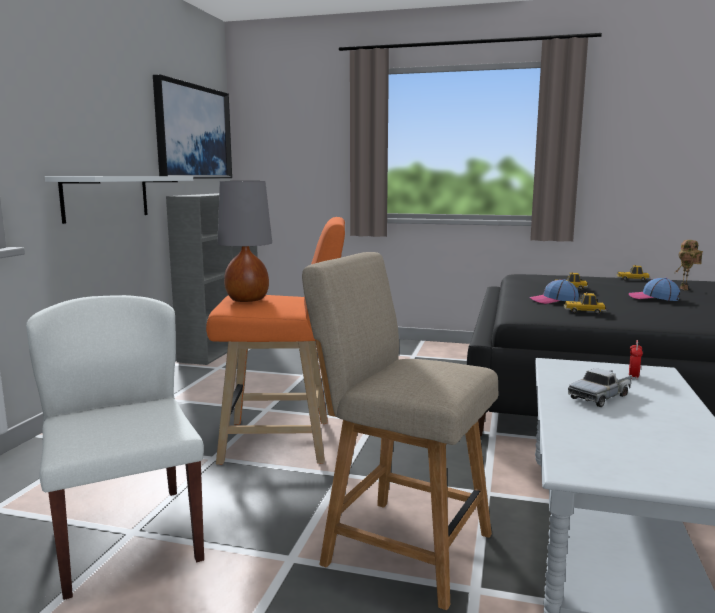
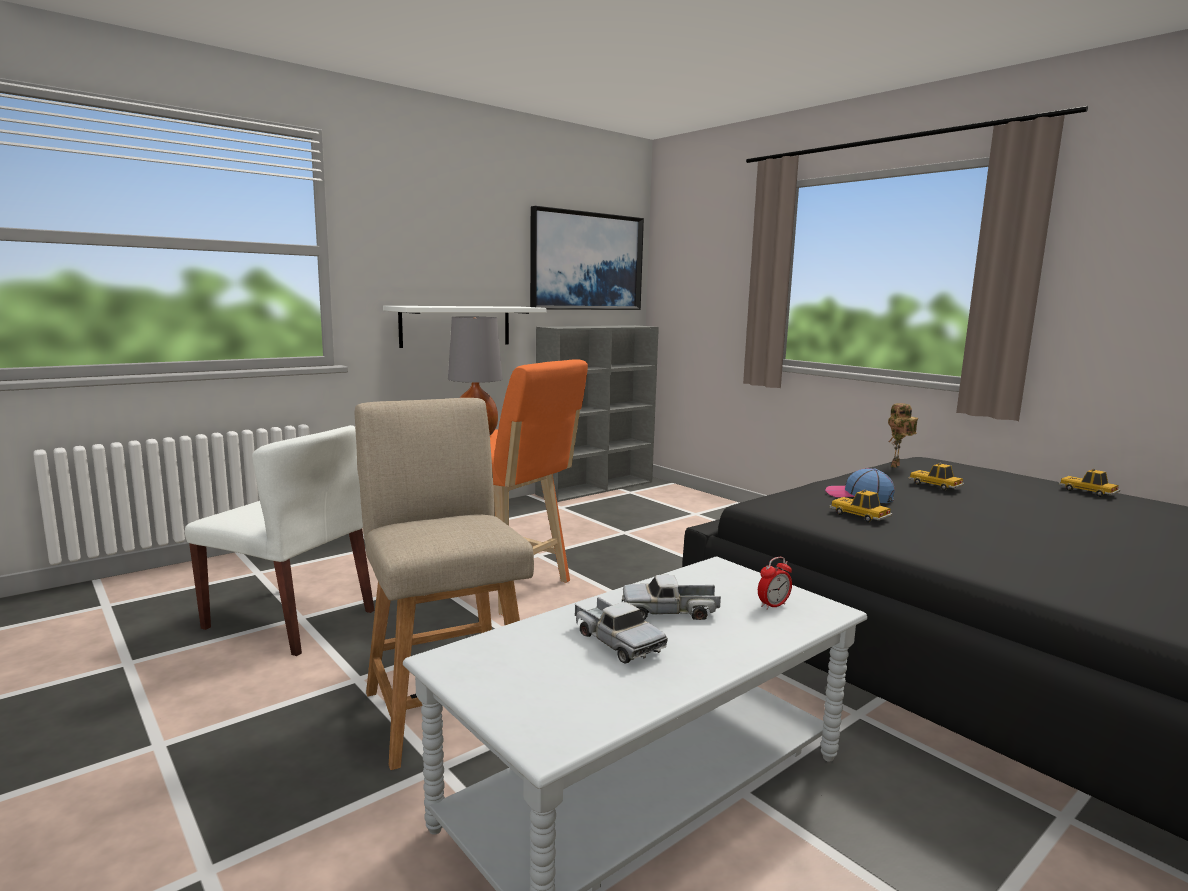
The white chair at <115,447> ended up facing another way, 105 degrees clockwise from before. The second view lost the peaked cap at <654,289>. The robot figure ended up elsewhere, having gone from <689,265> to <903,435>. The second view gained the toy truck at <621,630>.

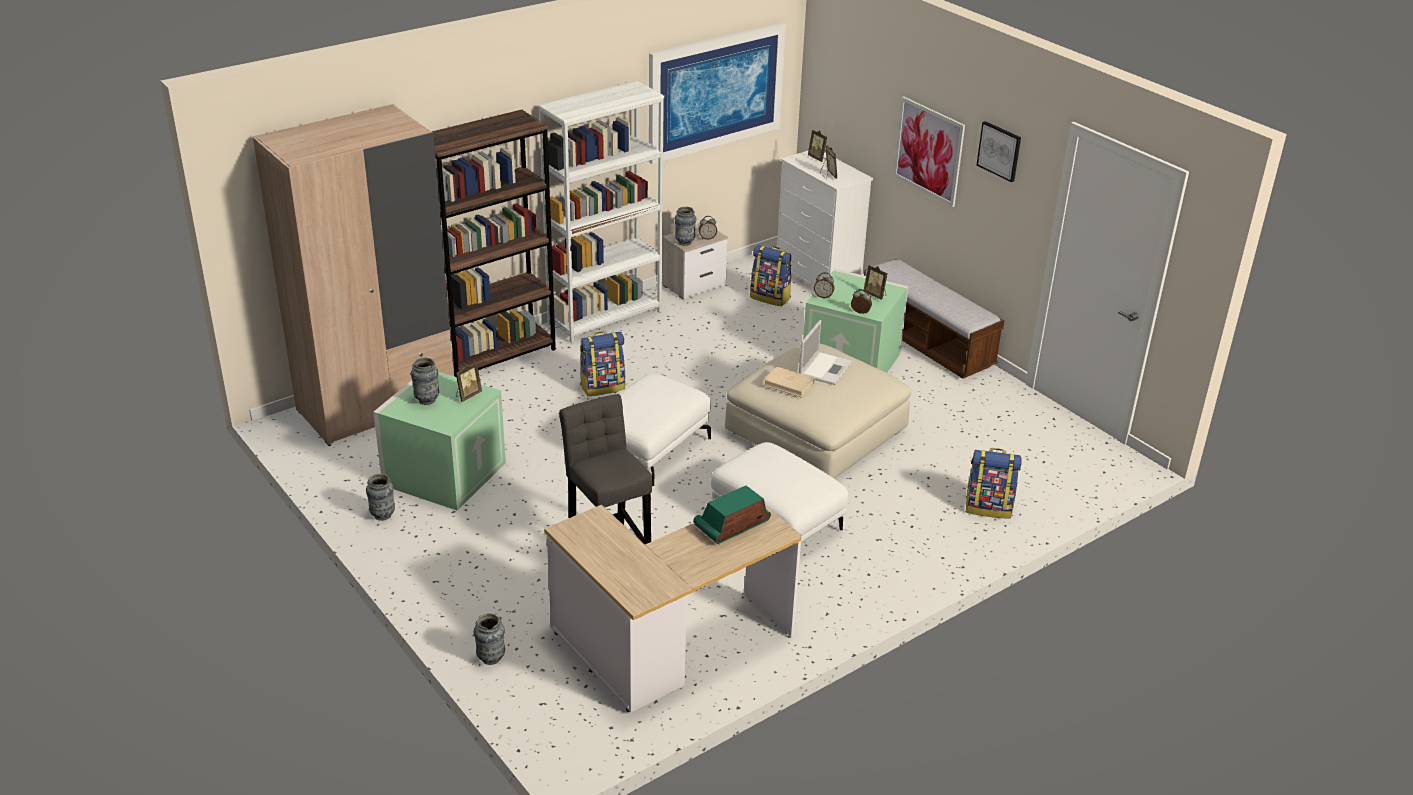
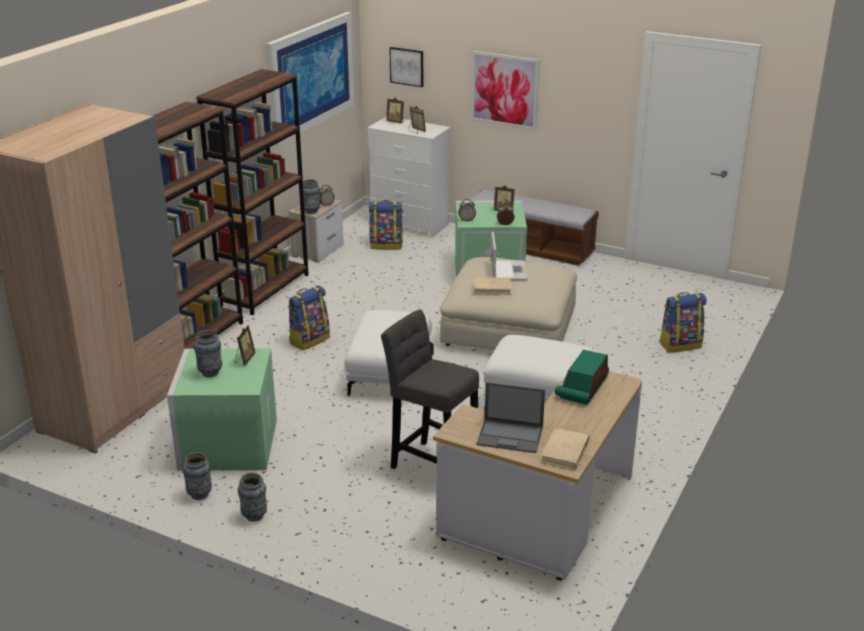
The flower vase ended up elsewhere, having gone from <489,639> to <252,497>. What was the white bookcase at <601,212> turned into the brown-coloured bookcase at <252,192>. The wall art ended up elsewhere, having gone from <999,151> to <406,67>. The second view gained the laptop at <510,417>. The second view gained the sand-coloured volume at <564,449>.

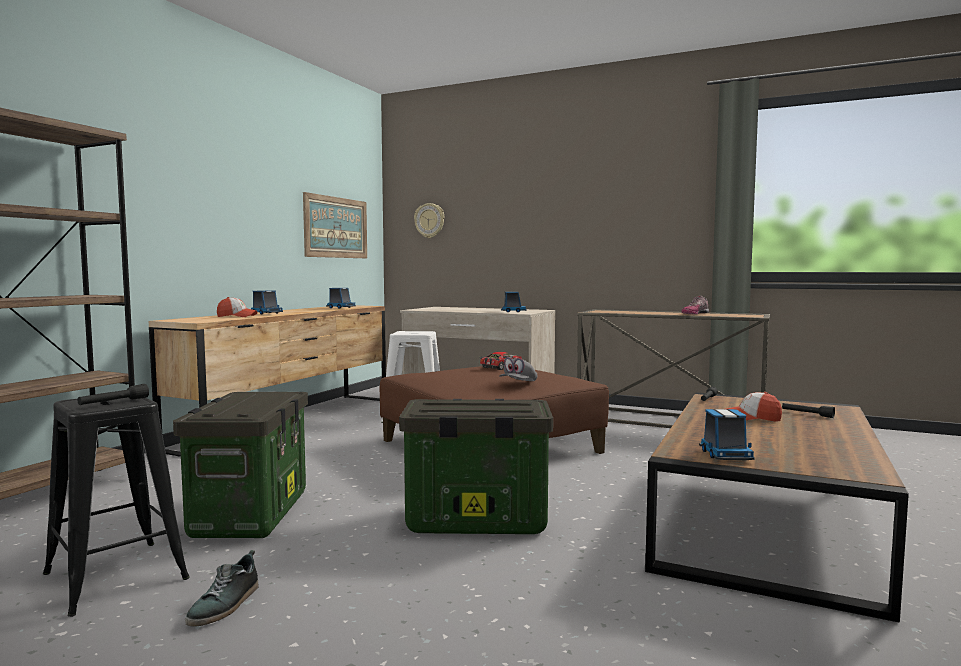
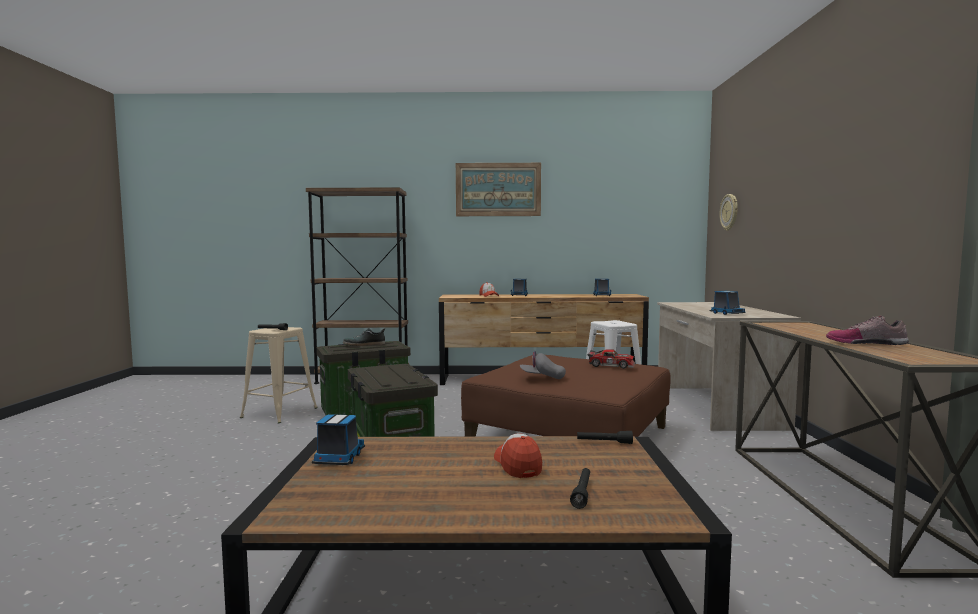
What was the black-coloured stool seat at <116,507> turned into the sand-coloured stool seat at <279,375>. The item of footwear ended up elsewhere, having gone from <222,588> to <364,337>. The wall art ended up elsewhere, having gone from <335,225> to <498,189>. The toy truck at <727,434> ended up facing another way, 120 degrees clockwise from before.

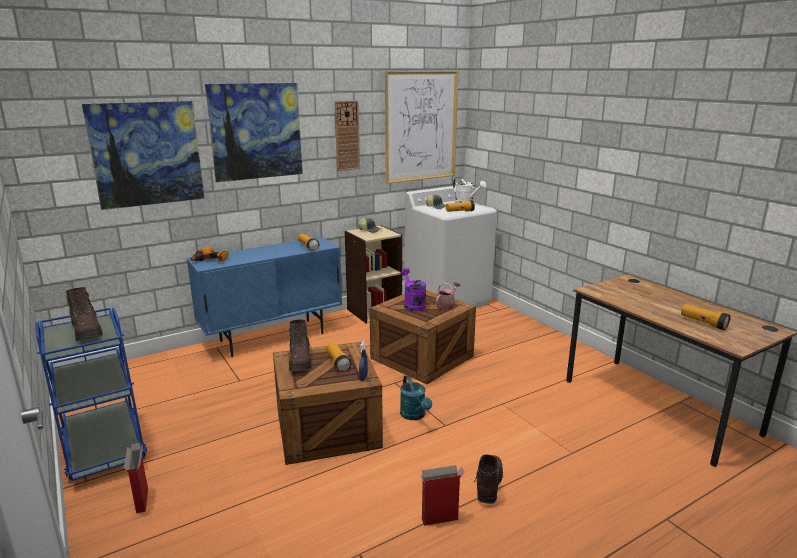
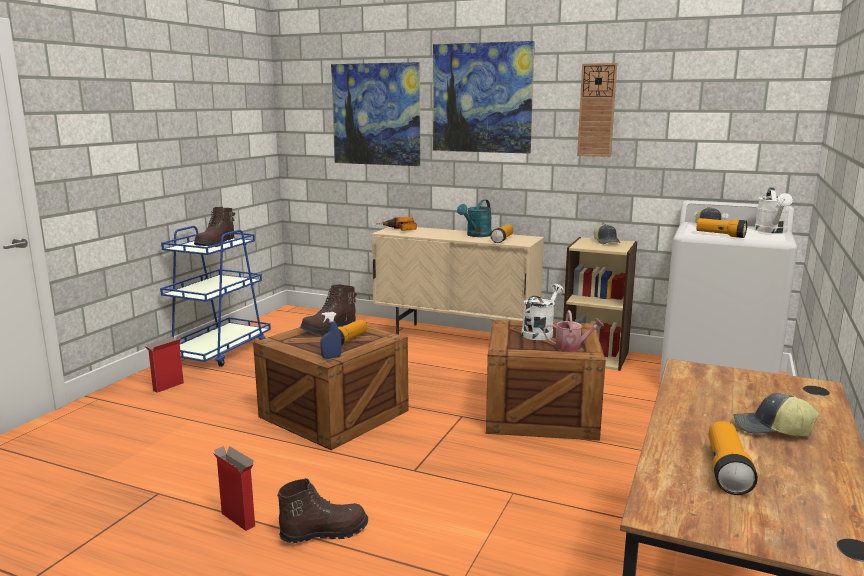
What was the blue cabinet at <264,297> turned into the sand-coloured cabinet at <457,280>. The second view lost the wall art at <421,127>. The turquoise watering pot ended up elsewhere, having gone from <416,397> to <474,218>. What was the purple watering pot at <413,289> turned into the white watering pot at <542,312>. The second view gained the peaked cap at <776,414>.

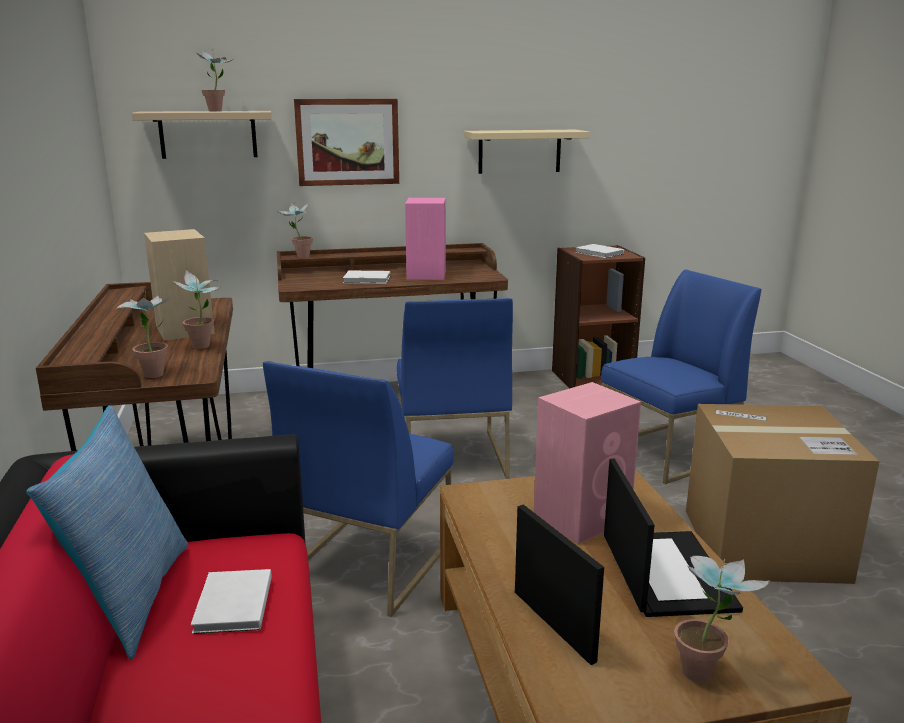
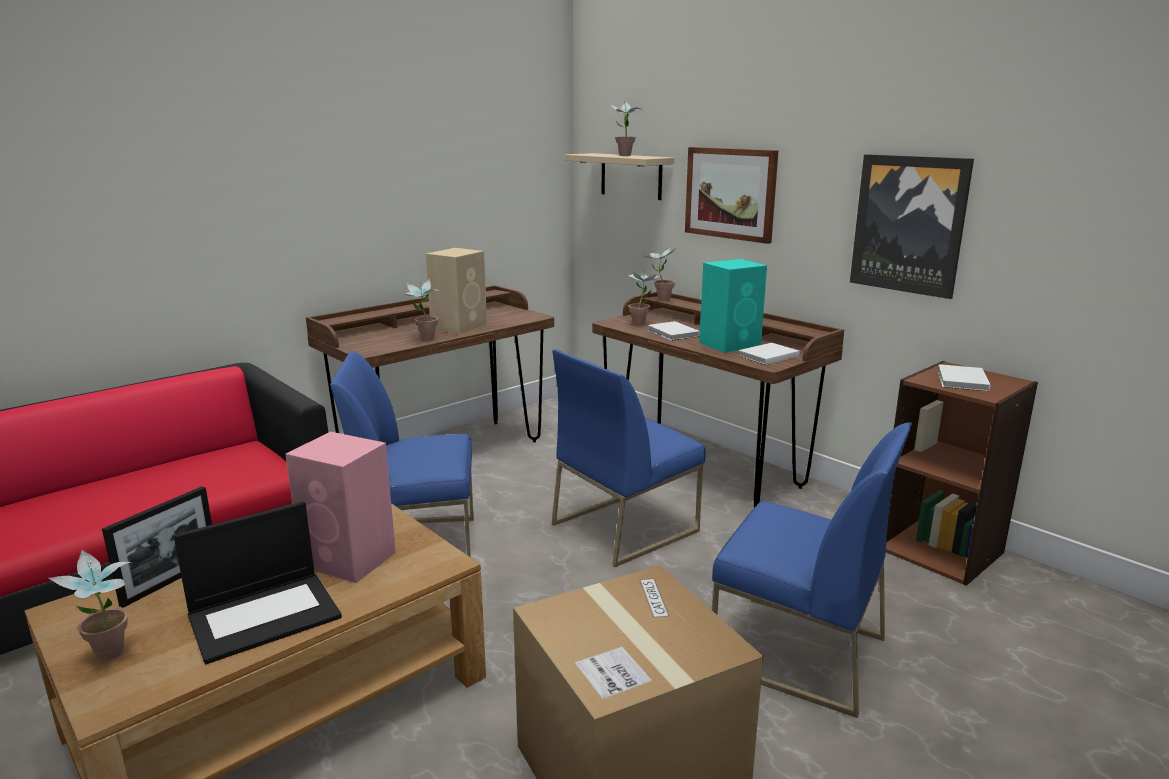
The second view lost the pillow at <107,532>. The plant in a pot ended up elsewhere, having gone from <144,334> to <644,297>. The white volume ended up elsewhere, having gone from <231,601> to <768,354>. What was the pink-coloured speaker at <425,239> turned into the turquoise speaker at <733,306>. Where the sand-coloured bracket shelf hung at <527,152>, the wall art came to hang at <912,226>.

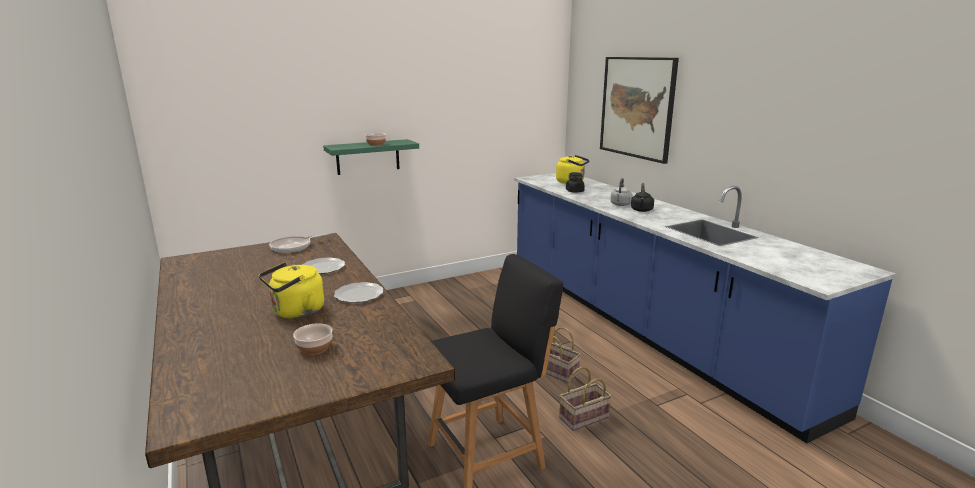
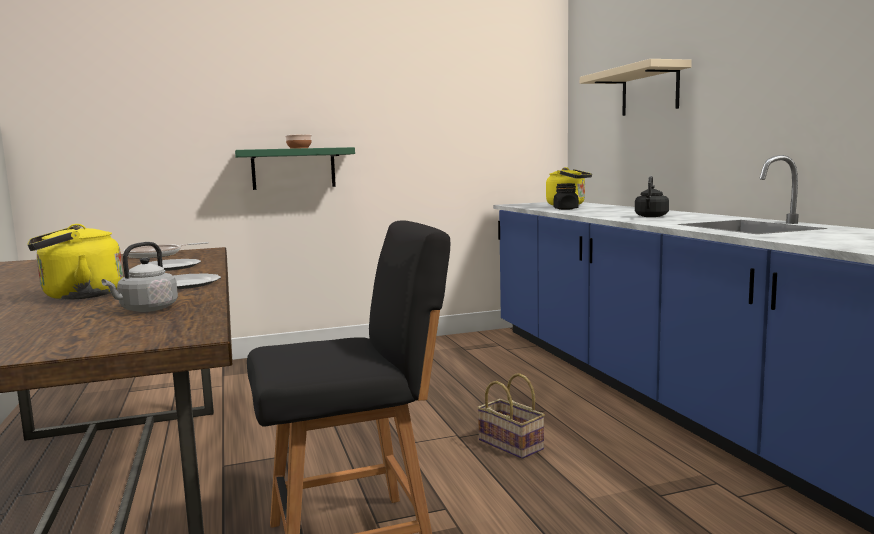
The second view lost the serving bowl at <313,339>. The second view lost the storage basket at <585,399>. Where the wall art hung at <639,110>, the sand-coloured bracket shelf came to hang at <636,87>. The gray water kettle ended up elsewhere, having gone from <621,192> to <139,277>.

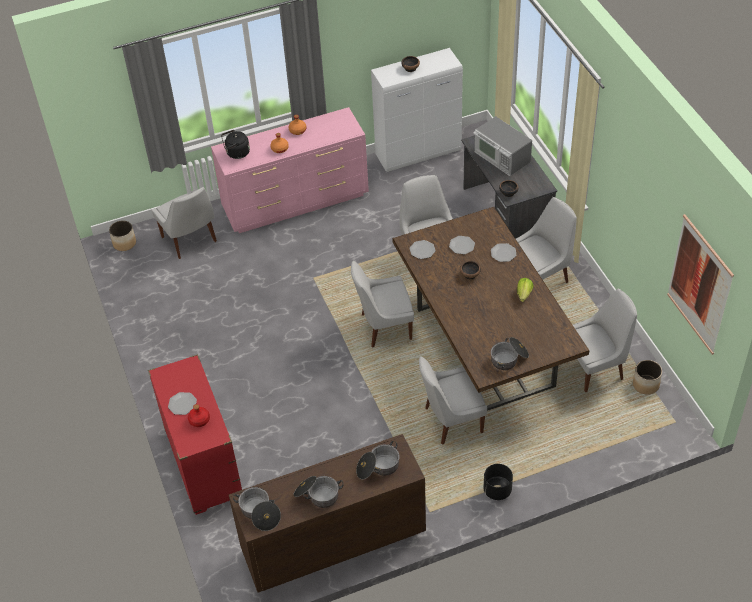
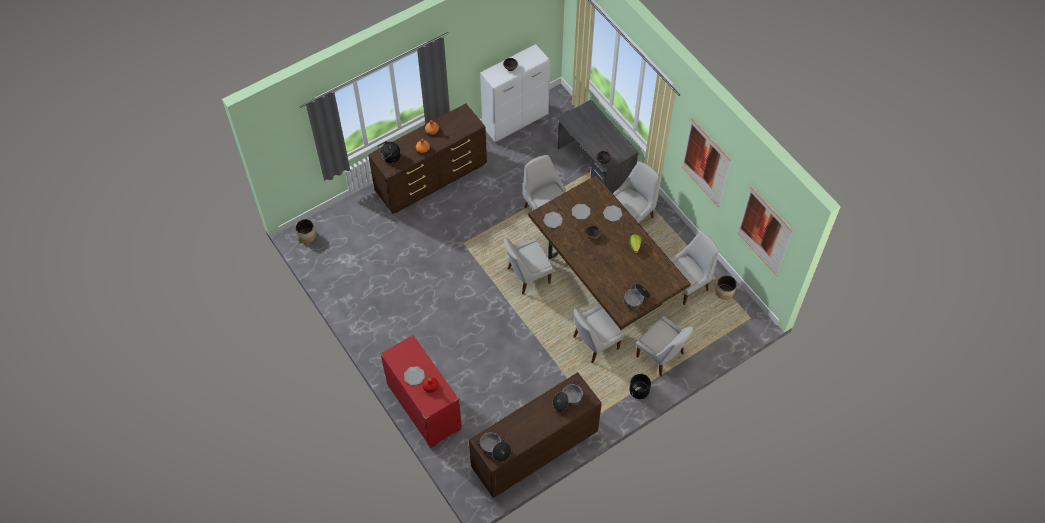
The white chair ended up elsewhere, having gone from <184,223> to <664,346>. What was the pink-coloured chest of drawers at <290,170> turned into the brown-coloured chest of drawers at <427,159>. The second view lost the stockpot at <318,492>. The second view lost the microwave oven at <502,146>. The second view gained the wall art at <707,162>.

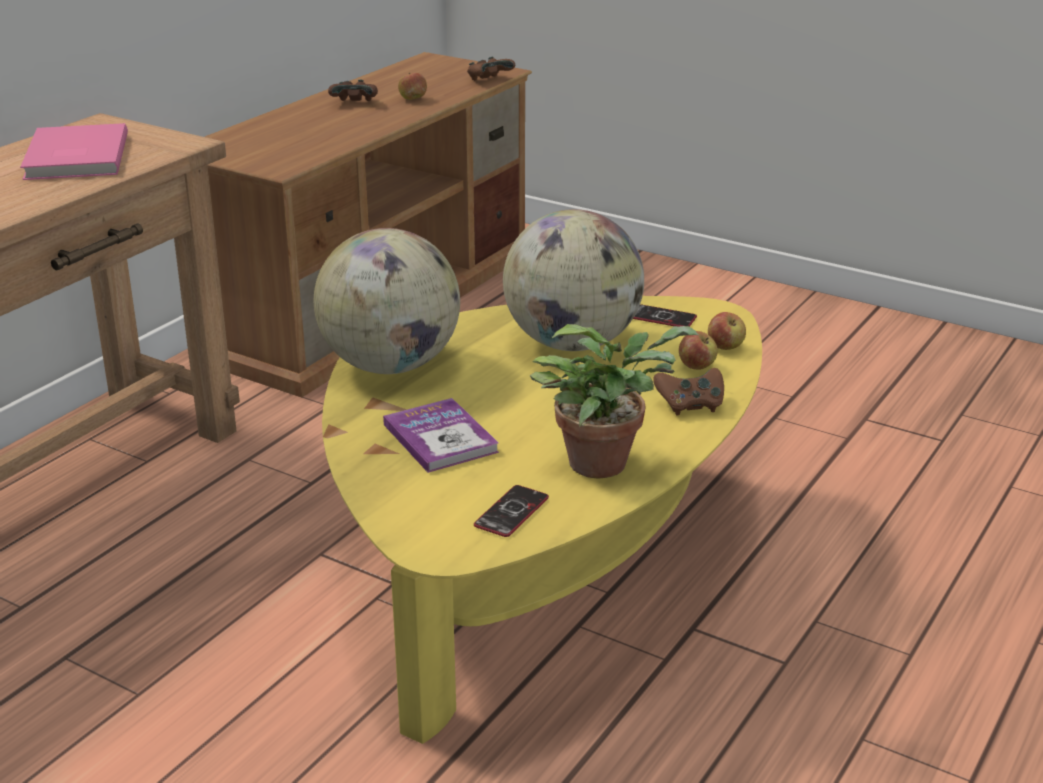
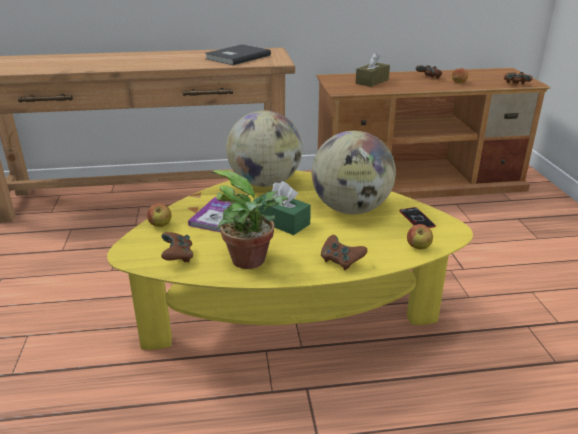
What was the pink-coloured volume at <74,151> turned into the gray volume at <238,54>. Where the telephone stood at <511,511>, the brown-coloured gamepad came to stand at <177,247>. The whole apple ended up elsewhere, having gone from <698,350> to <159,215>. The second view gained the green-coloured tissue holder at <282,208>. The second view gained the brown-coloured tissue holder at <373,69>.

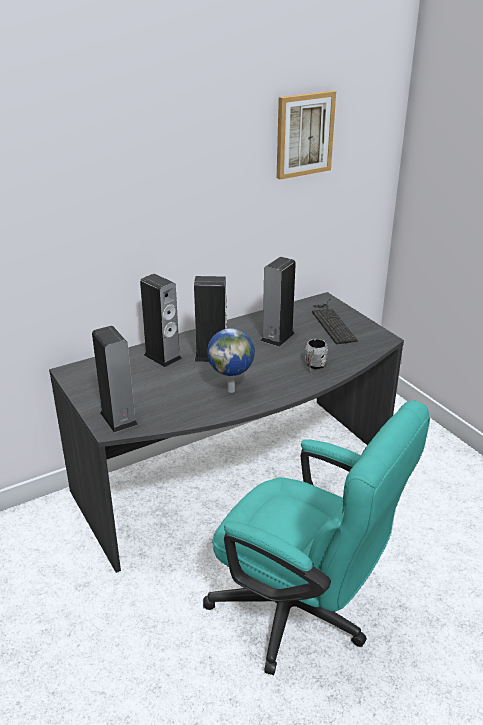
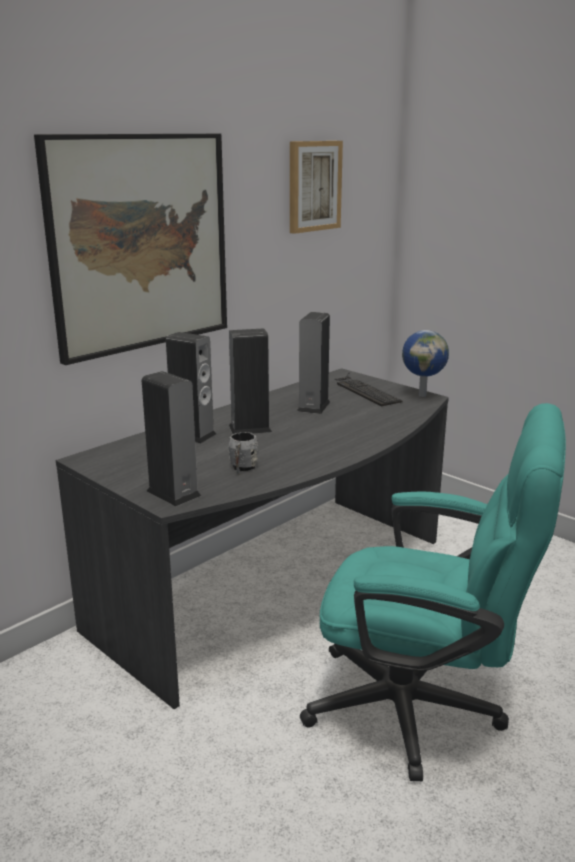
The desk globe ended up elsewhere, having gone from <231,360> to <425,363>. The gray mug ended up elsewhere, having gone from <316,355> to <243,453>. The second view gained the wall art at <130,249>.

